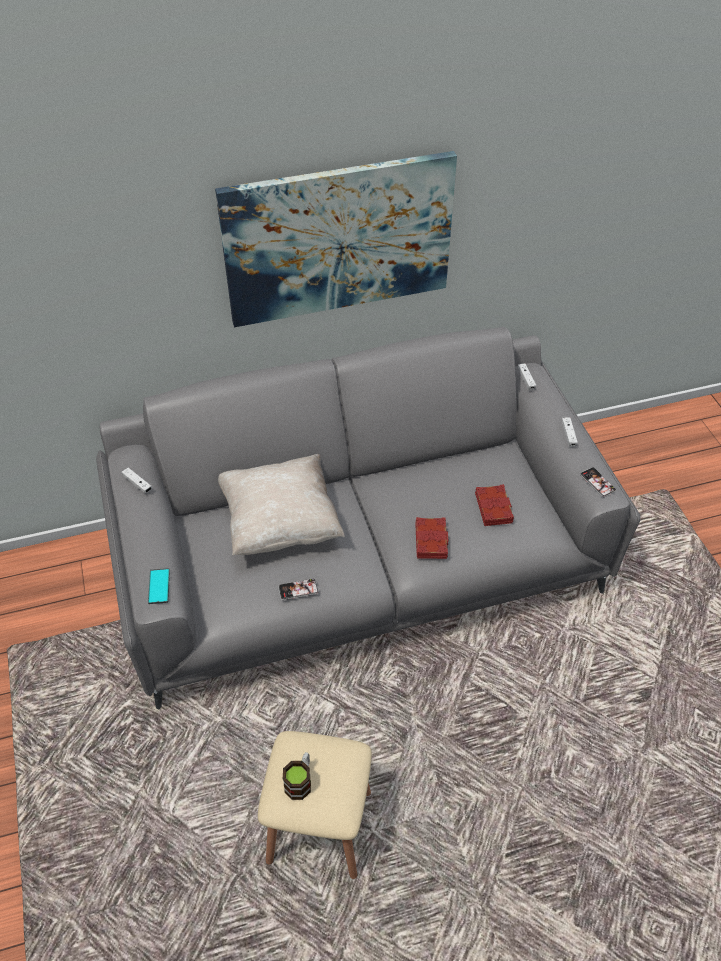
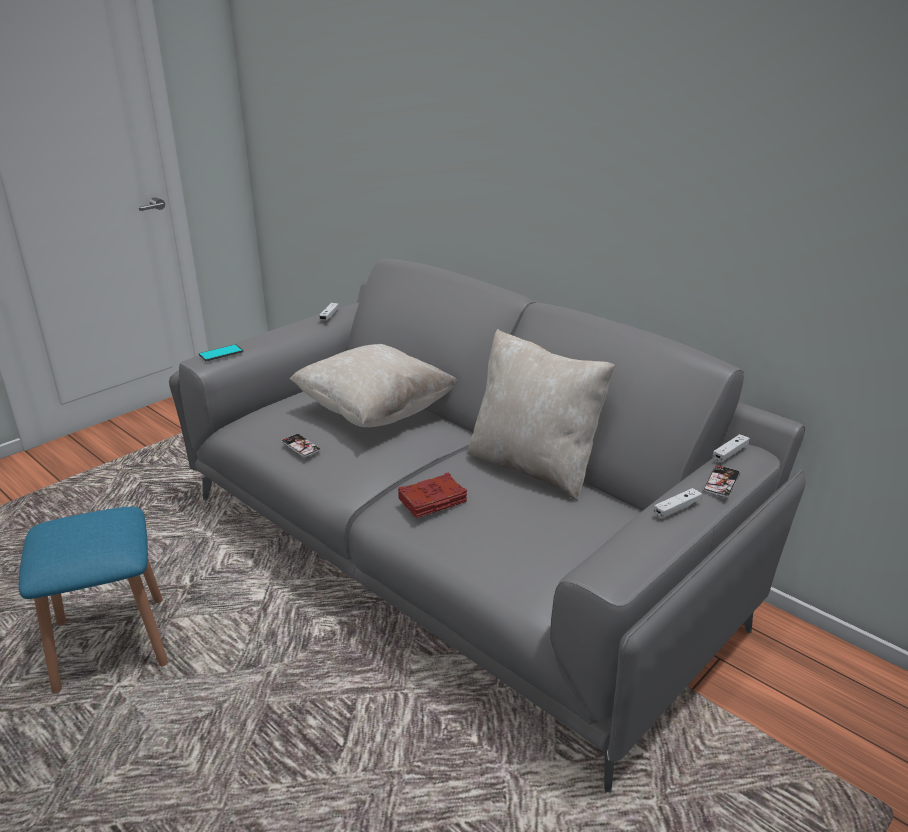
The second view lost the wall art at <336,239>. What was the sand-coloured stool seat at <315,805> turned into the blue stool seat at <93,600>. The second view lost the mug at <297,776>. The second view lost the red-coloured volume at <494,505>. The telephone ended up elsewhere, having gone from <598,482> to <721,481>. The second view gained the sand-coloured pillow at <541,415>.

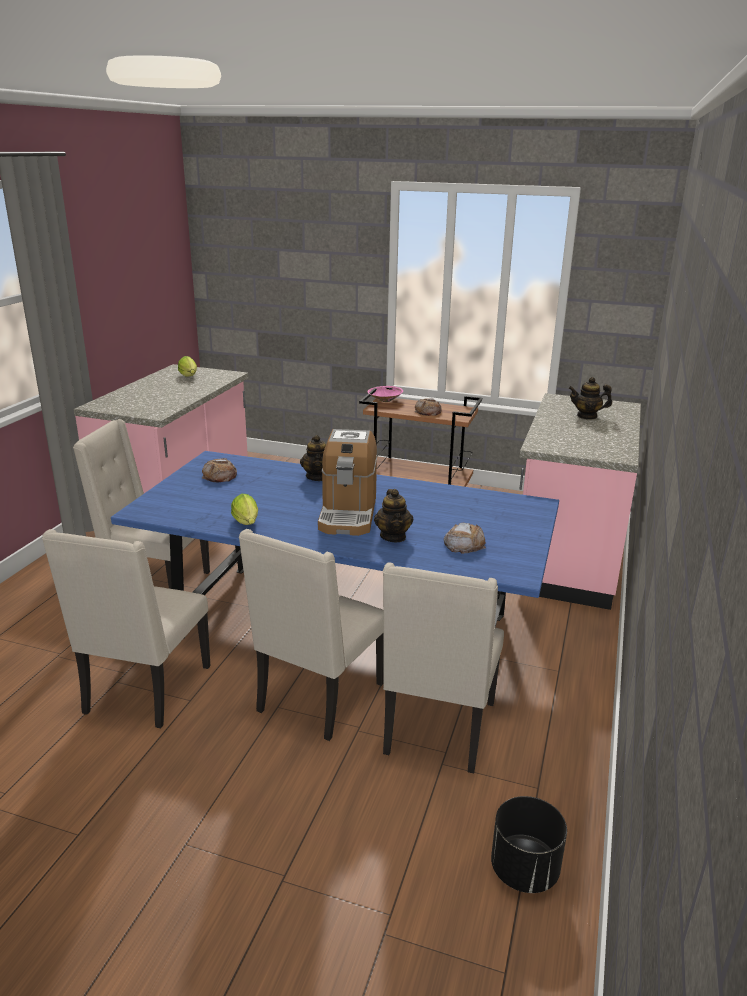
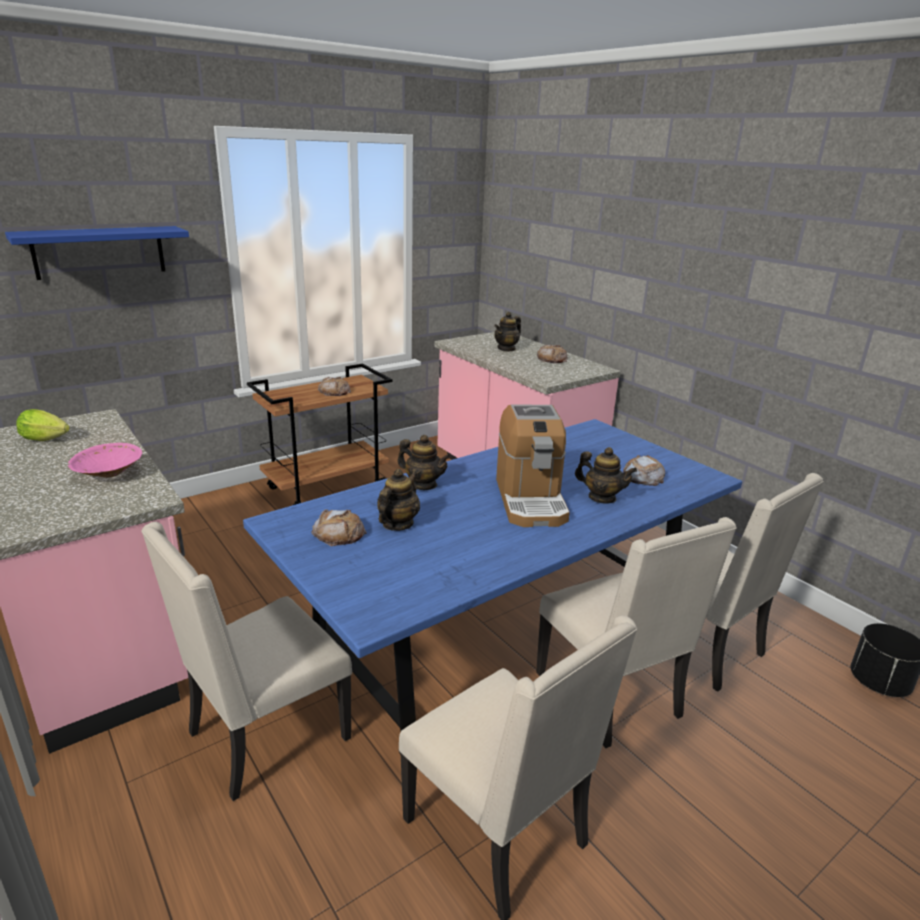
The second view lost the head of lettuce at <244,509>. The coffee maker at <347,482> ended up facing another way, 45 degrees clockwise from before. The pink-coloured serving bowl ended up elsewhere, having gone from <385,394> to <105,460>. The second view gained the blue bracket shelf at <97,253>. The second view gained the tea pot at <398,500>. The second view gained the bakery bread at <552,354>.

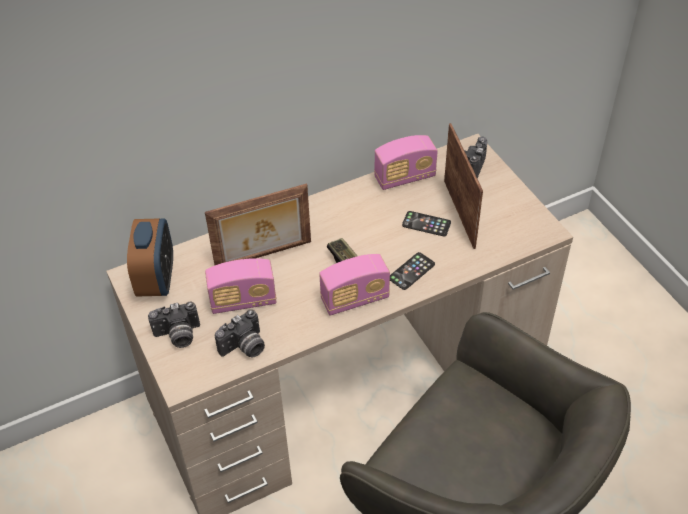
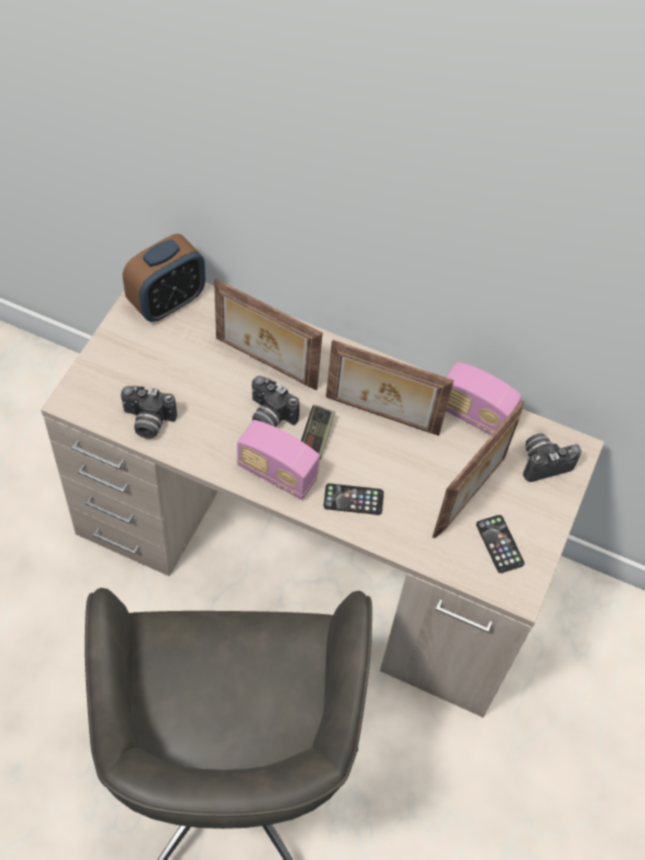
The photo camera ended up elsewhere, having gone from <174,324> to <276,401>. The second view lost the radio receiver at <240,286>. The telephone ended up elsewhere, having gone from <426,223> to <500,544>. The second view gained the picture frame at <390,388>.

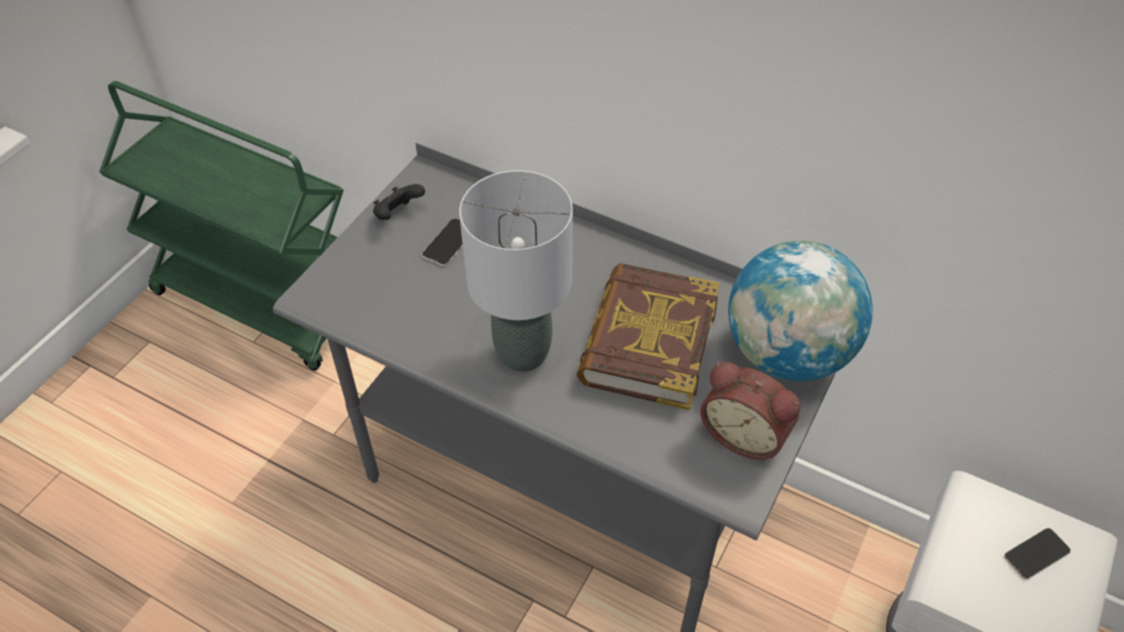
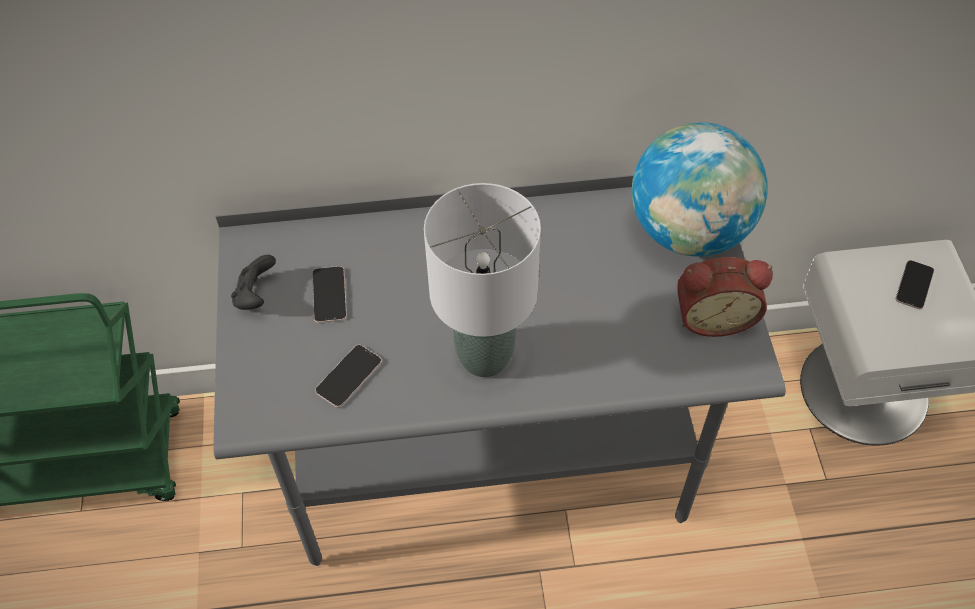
The second view lost the volume at <648,336>. The second view gained the telephone at <348,376>.

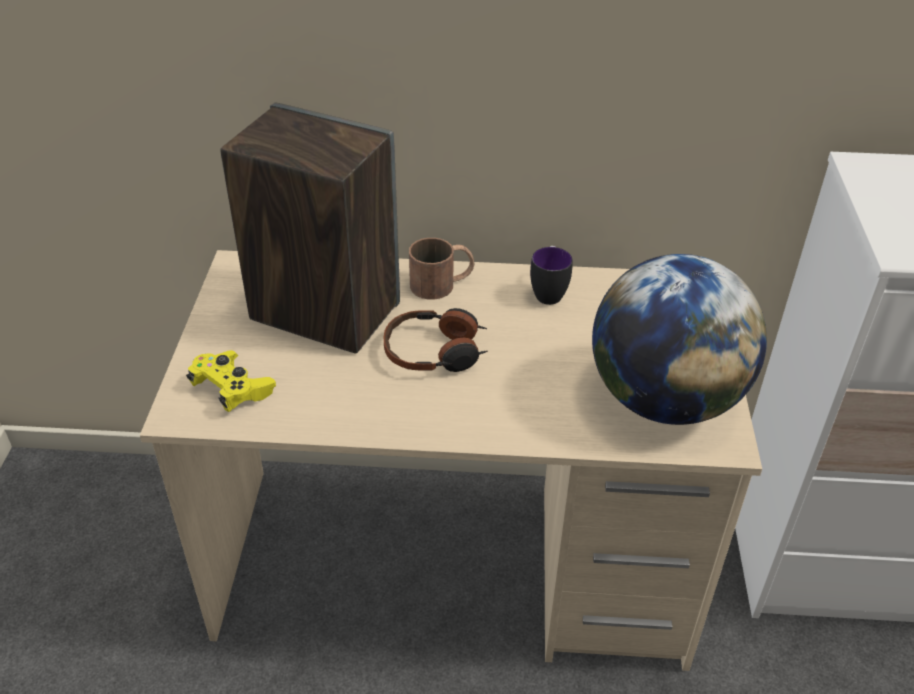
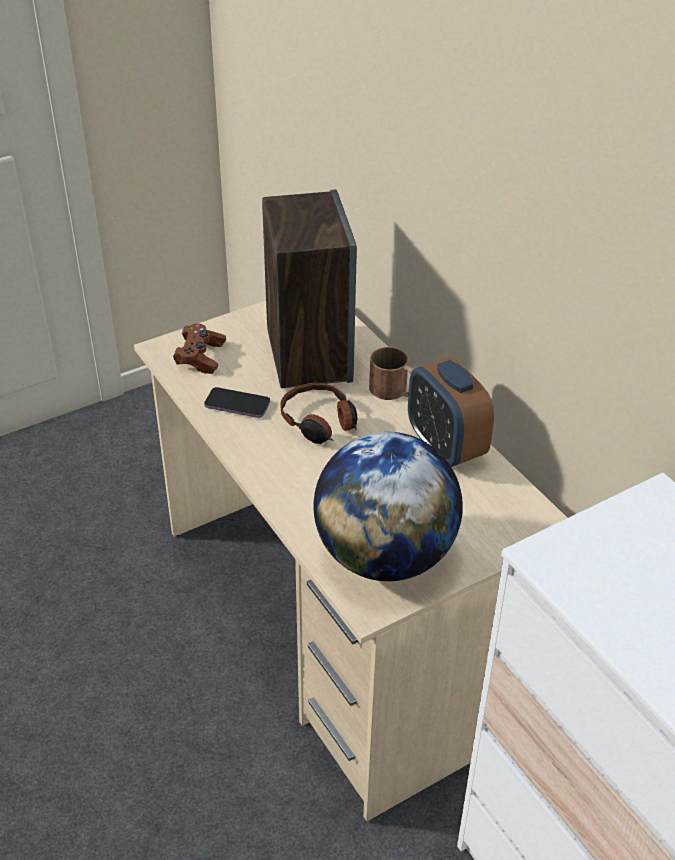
What was the yellow-coloured gamepad at <231,381> turned into the brown-coloured gamepad at <199,348>. Where the mug stood at <551,275>, the alarm clock came to stand at <451,412>. The second view gained the telephone at <237,402>.

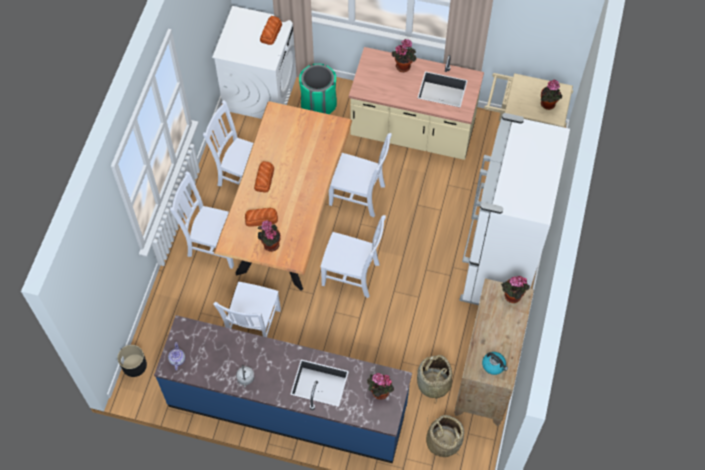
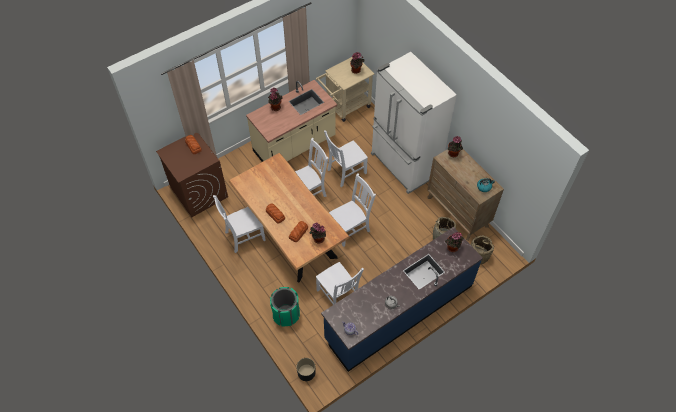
The white chair ended up elsewhere, having gone from <202,220> to <346,158>. What was the white laundry machine at <254,62> turned into the brown-coloured laundry machine at <192,175>. The green-coloured rubbish bin ended up elsewhere, having gone from <318,89> to <285,306>.

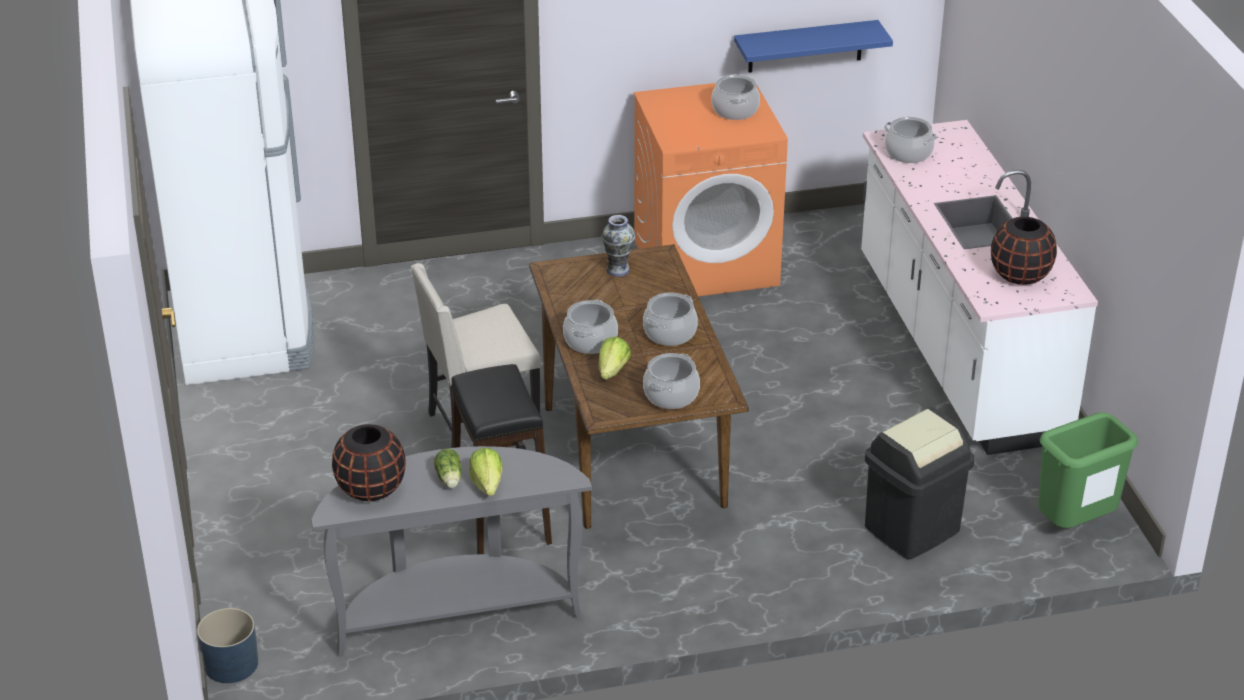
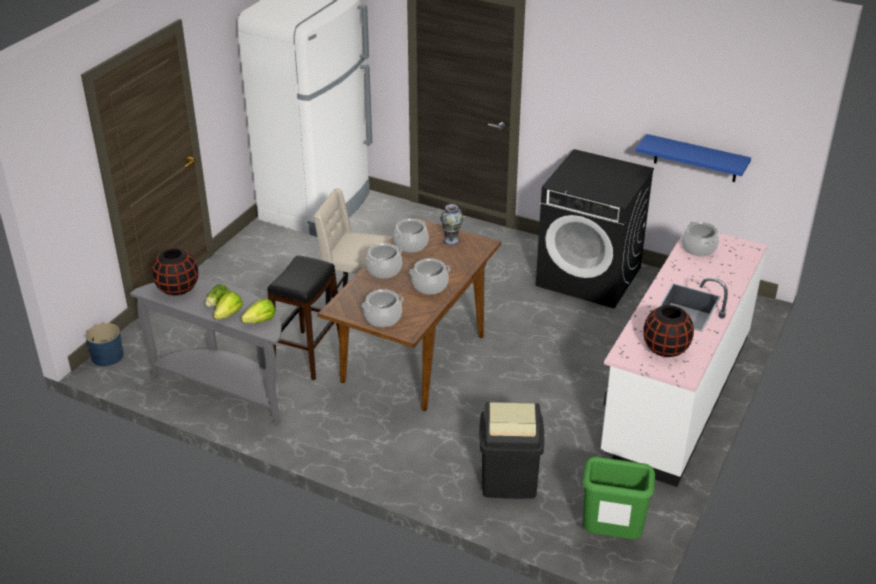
The head of lettuce ended up elsewhere, having gone from <614,358> to <258,311>. What was the orangey laundry machine at <711,187> turned into the black-coloured laundry machine at <595,229>. The stockpot ended up elsewhere, having gone from <735,97> to <411,236>.

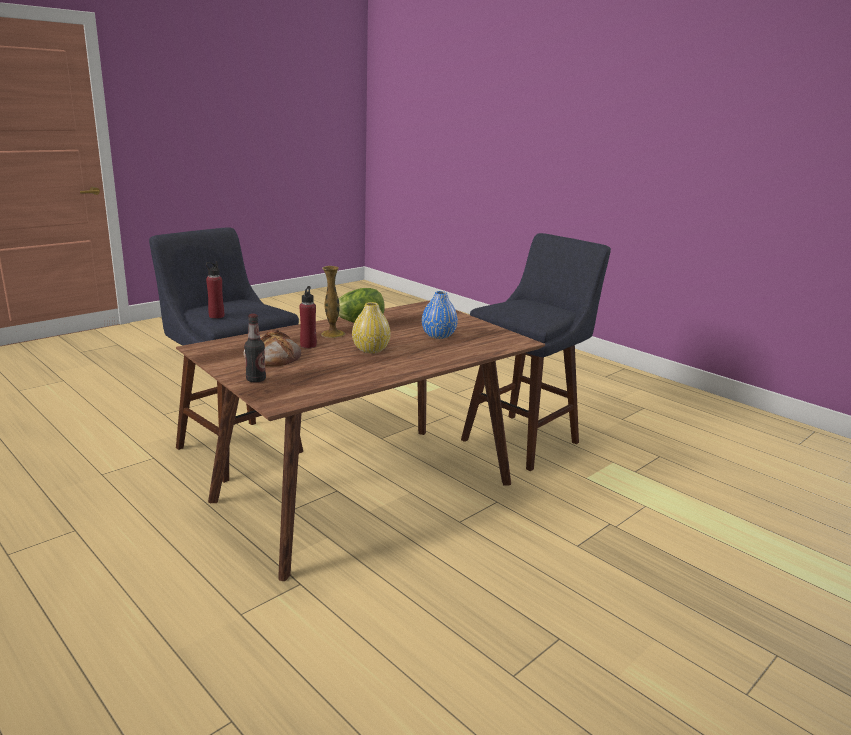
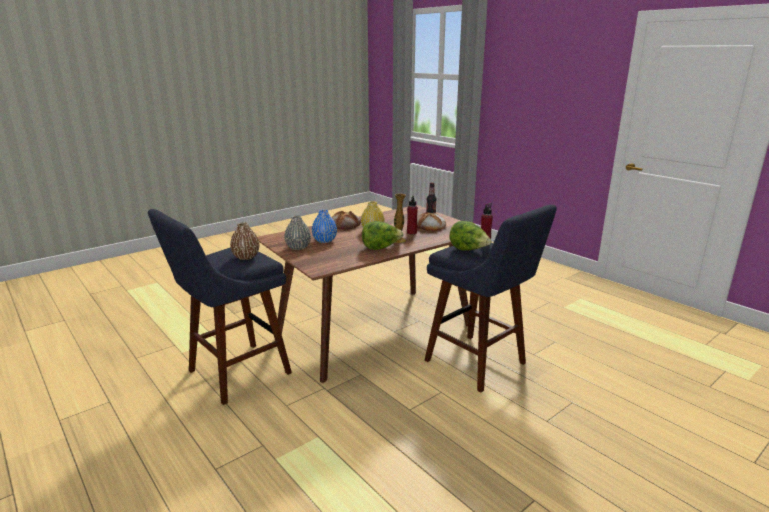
The second view gained the brown-coloured flower vase at <244,241>. The second view gained the gray flower vase at <297,232>. The second view gained the bakery bread at <346,220>. The second view gained the head of lettuce at <470,236>.

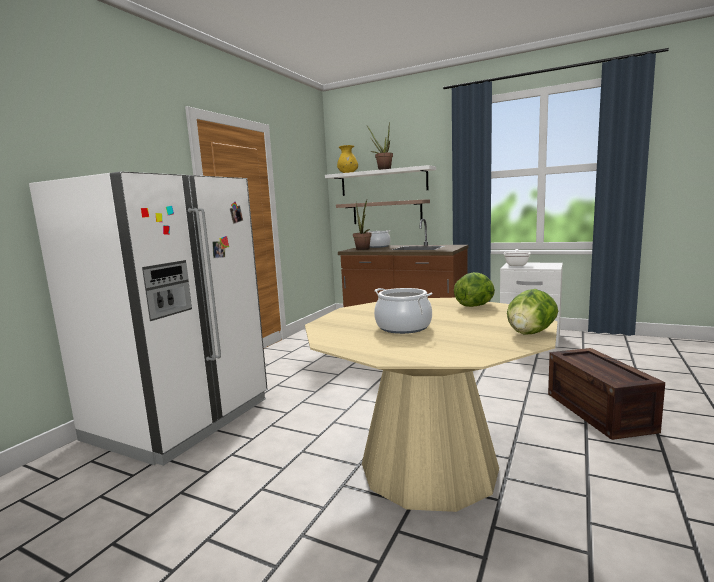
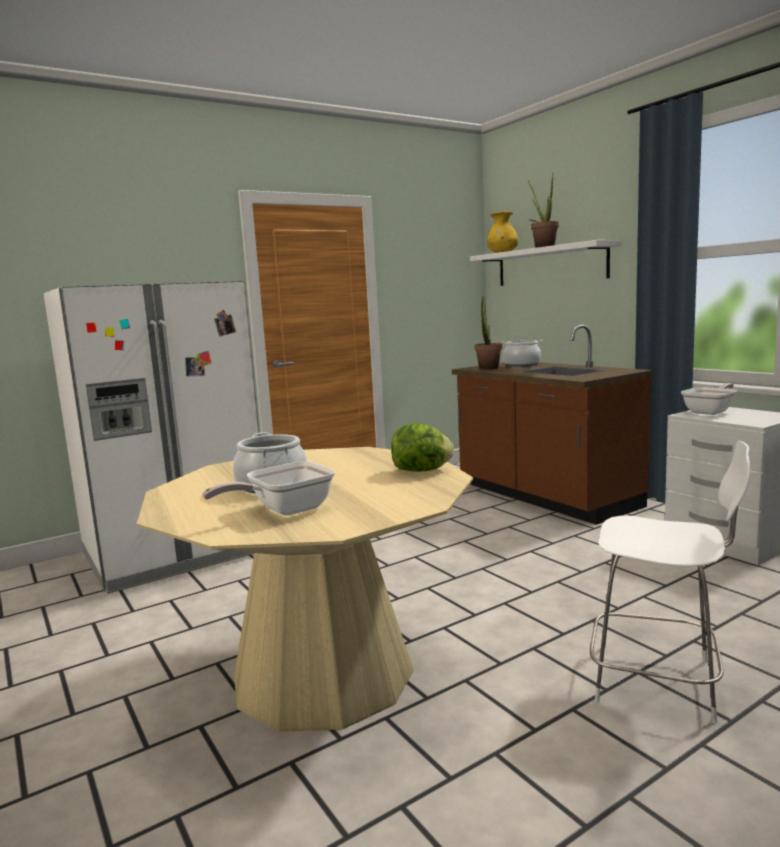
The second view lost the bracket shelf at <383,211>. The second view lost the head of lettuce at <532,312>. Where the packing crate stood at <606,394>, the white chair came to stand at <670,582>. The second view gained the skillet at <268,488>.

